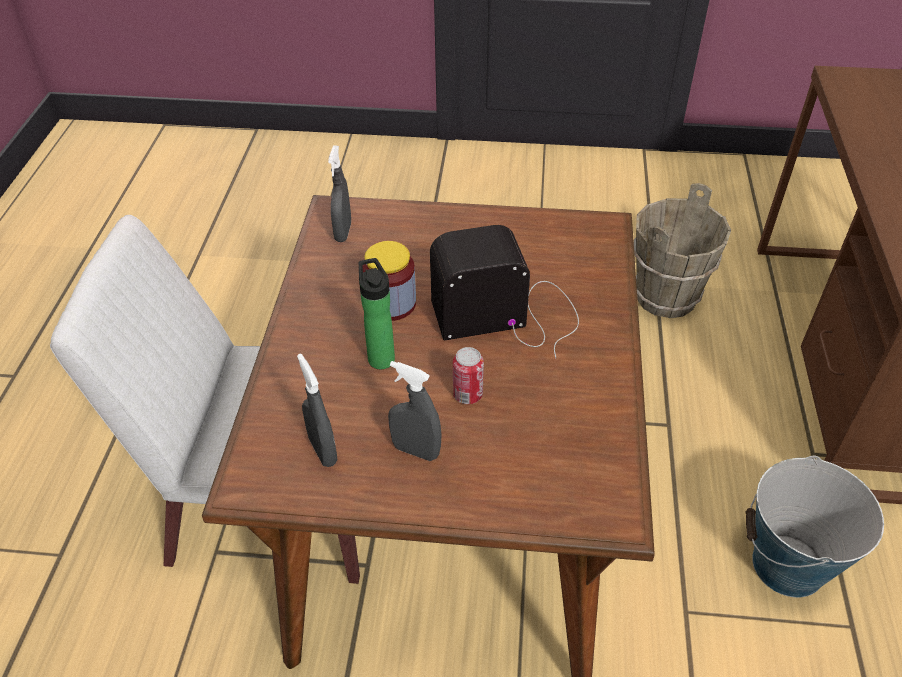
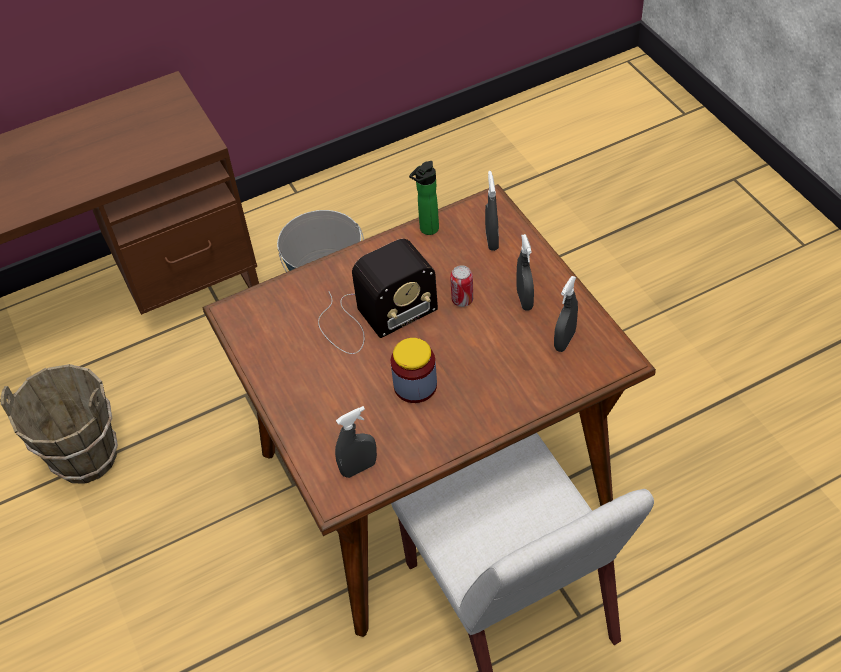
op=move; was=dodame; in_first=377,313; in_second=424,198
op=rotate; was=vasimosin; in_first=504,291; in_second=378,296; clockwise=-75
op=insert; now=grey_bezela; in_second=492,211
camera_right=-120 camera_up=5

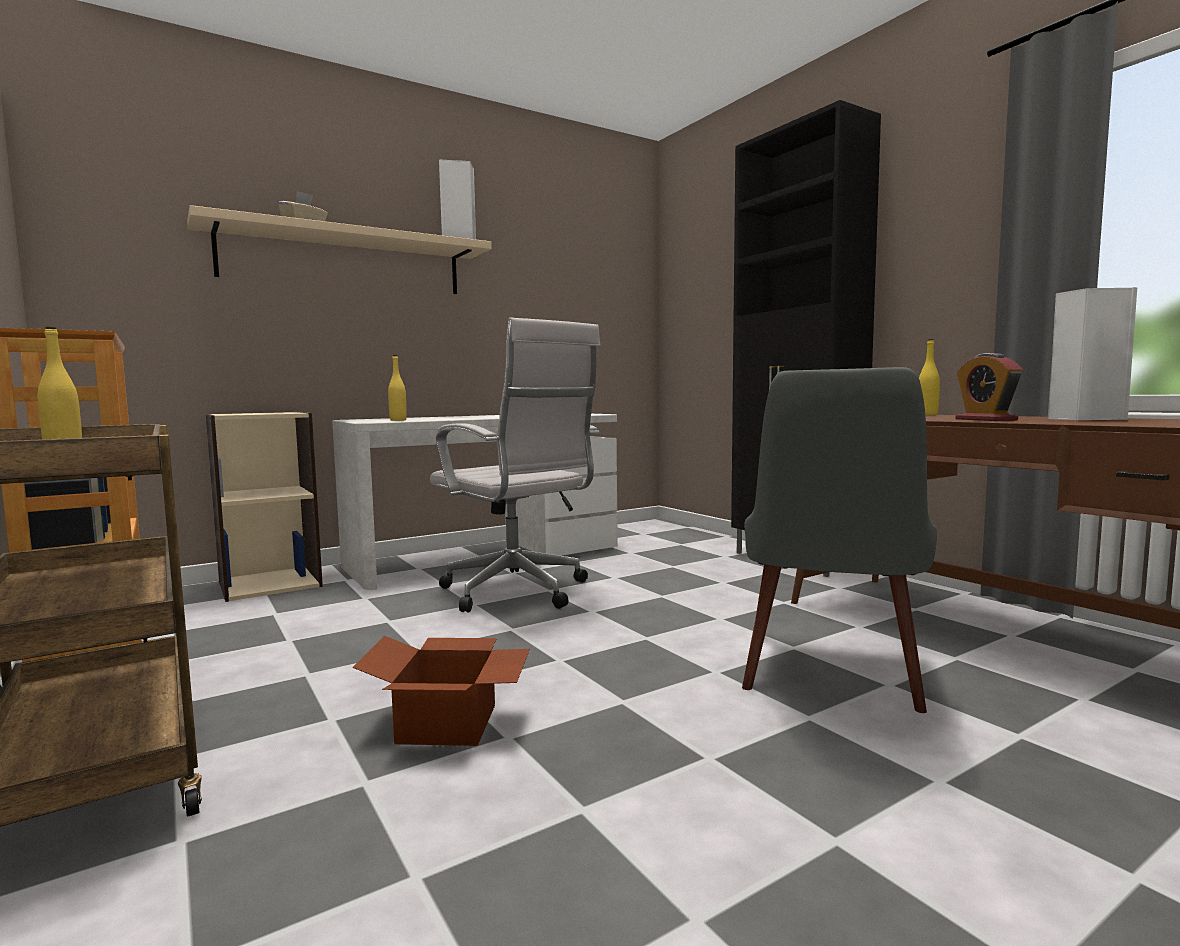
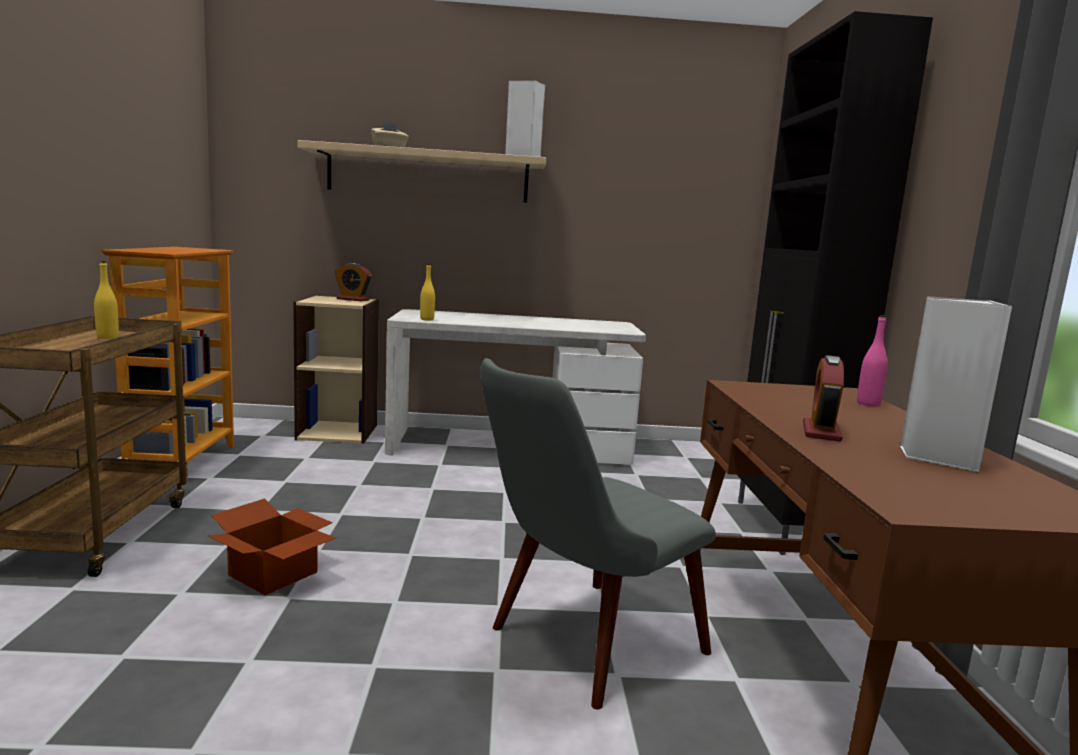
op=delete; was=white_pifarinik; in_first=515,465
op=recolor; was=yellow_dodame; now=pink_dodame; in_first=929,377; in_second=872,360
op=insert; now=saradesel; in_second=353,282
camera_right=30 camera_up=5

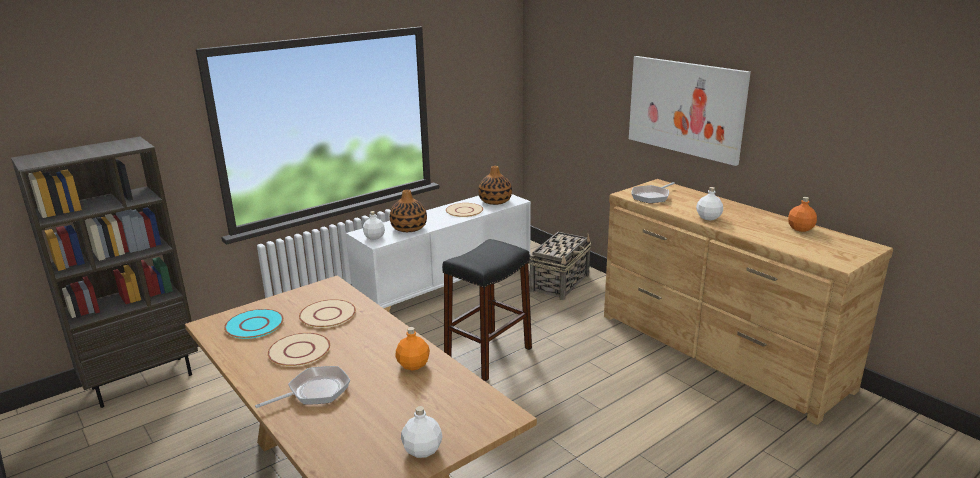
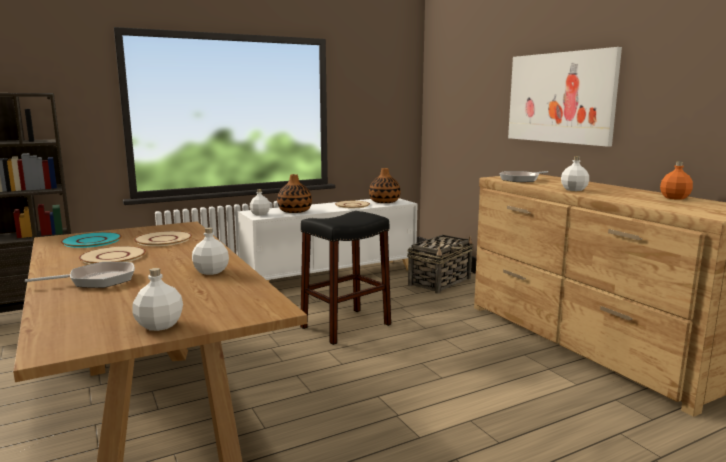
op=recolor; was=orange_dodame; now=white_dodame; in_first=412,348; in_second=210,251
camera_right=10 camera_up=-10

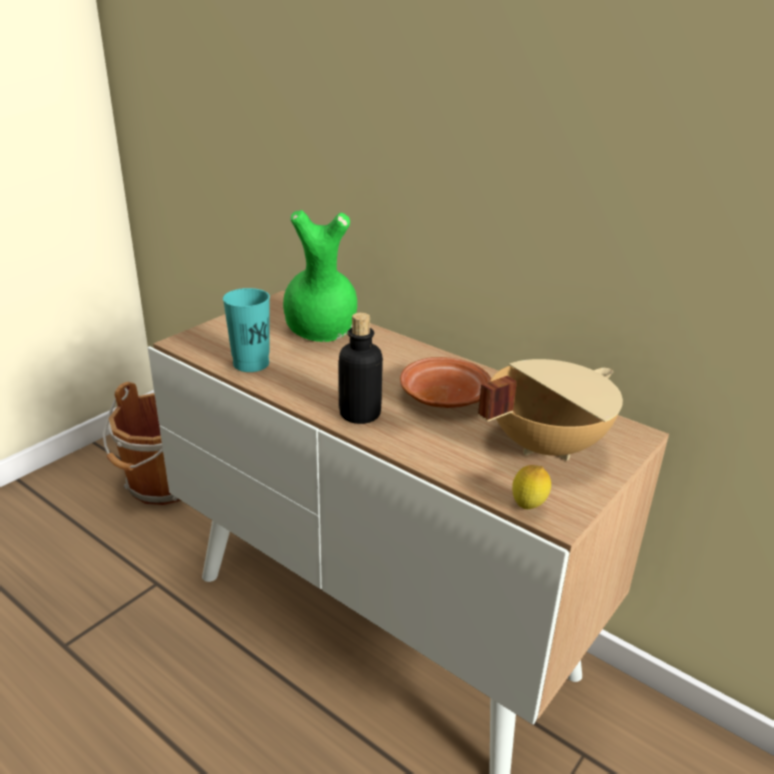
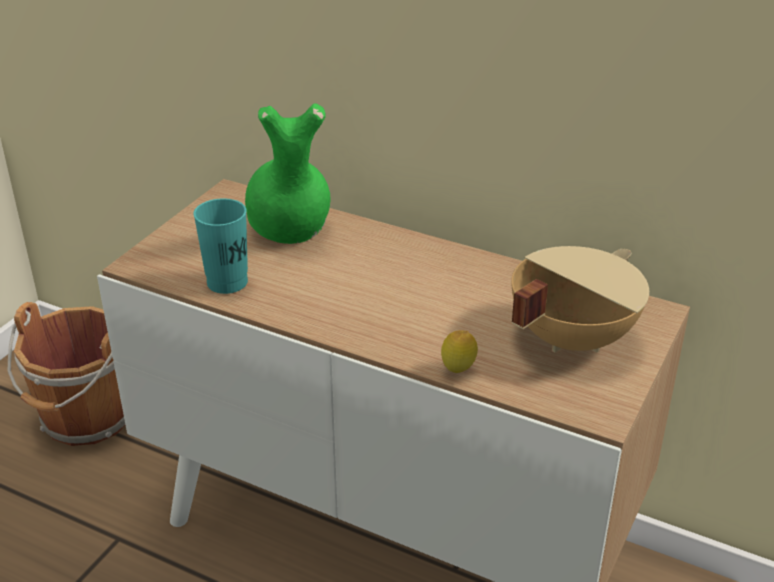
op=delete; was=dodame; in_first=360,368
op=delete; was=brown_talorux; in_first=445,382
op=move; was=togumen; in_first=531,487; in_second=459,351
camera_right=-10 camera_up=5

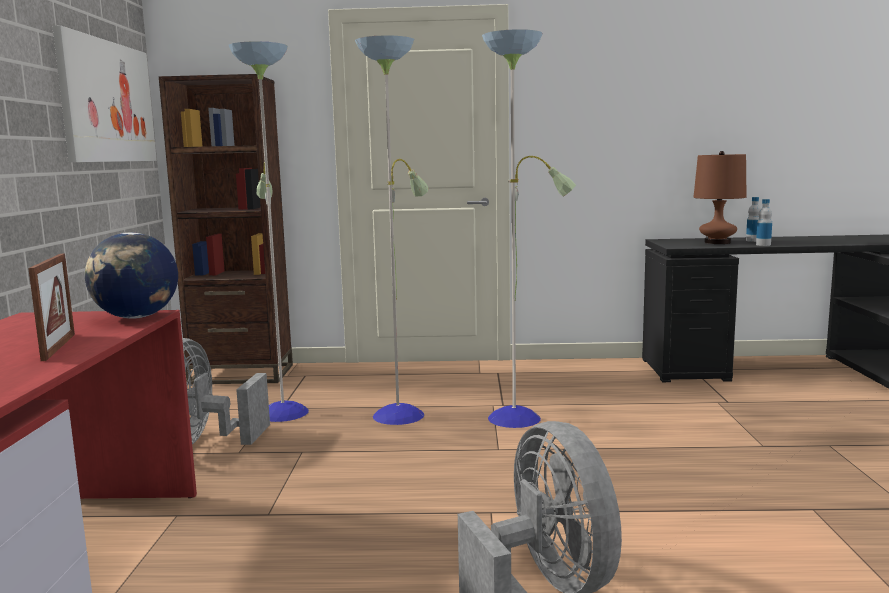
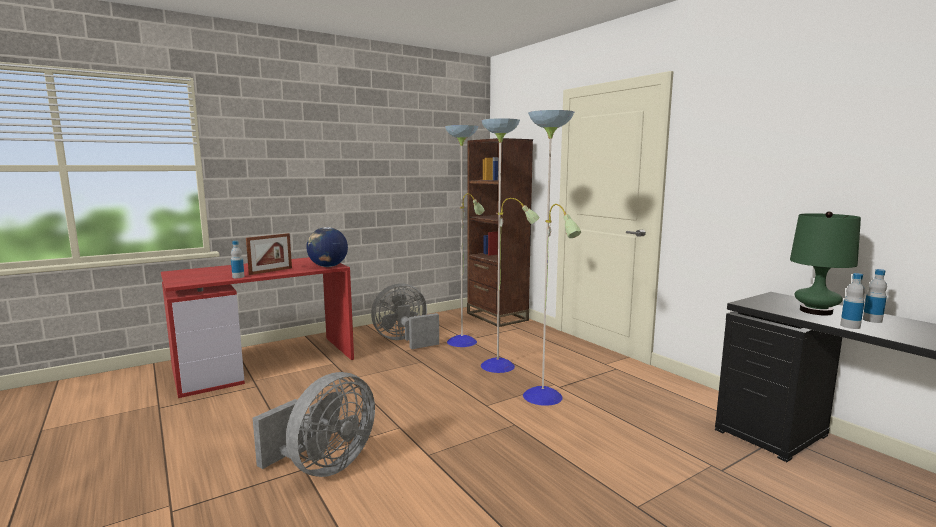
op=delete; was=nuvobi; in_first=104,93
op=recolor; was=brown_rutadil; now=green_rutadil; in_first=720,197; in_second=825,263
op=insert; now=dodame; in_second=238,259
camera_right=55 camera_up=0

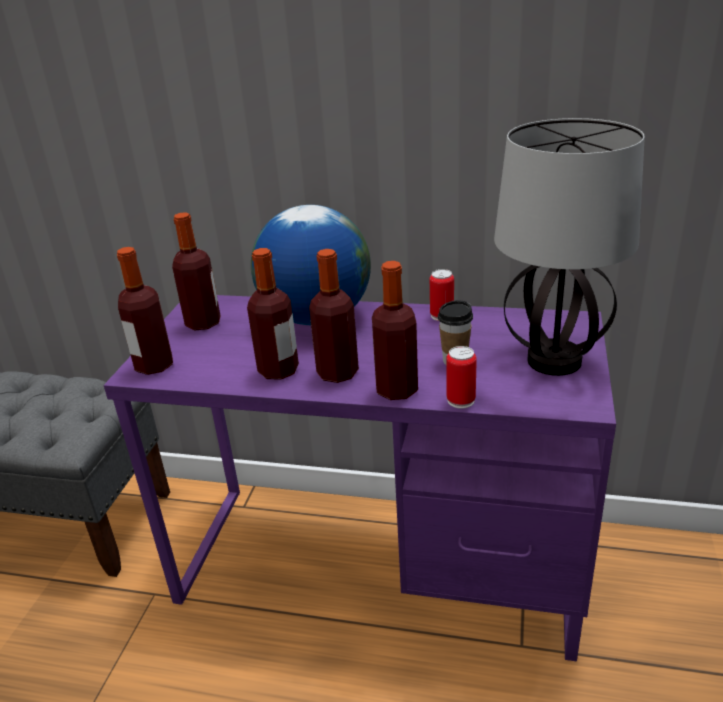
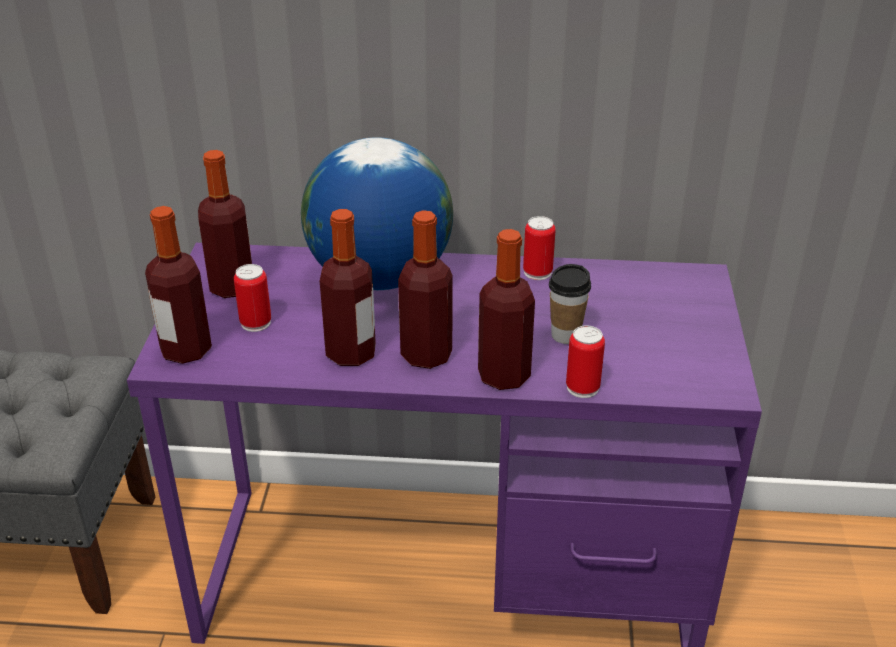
op=delete; was=rutadil; in_first=569,247
op=insert; now=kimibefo; in_second=252,298
camera_right=-10 camera_up=5

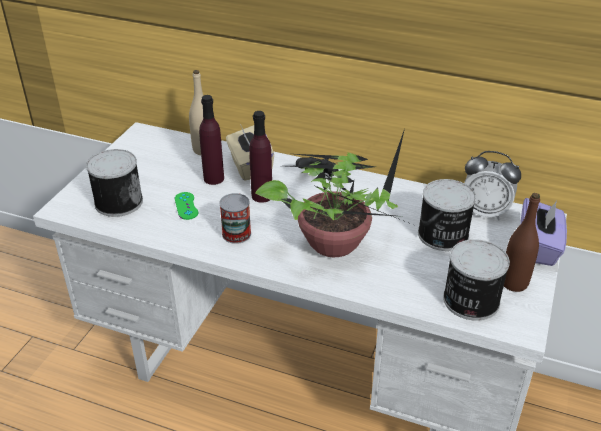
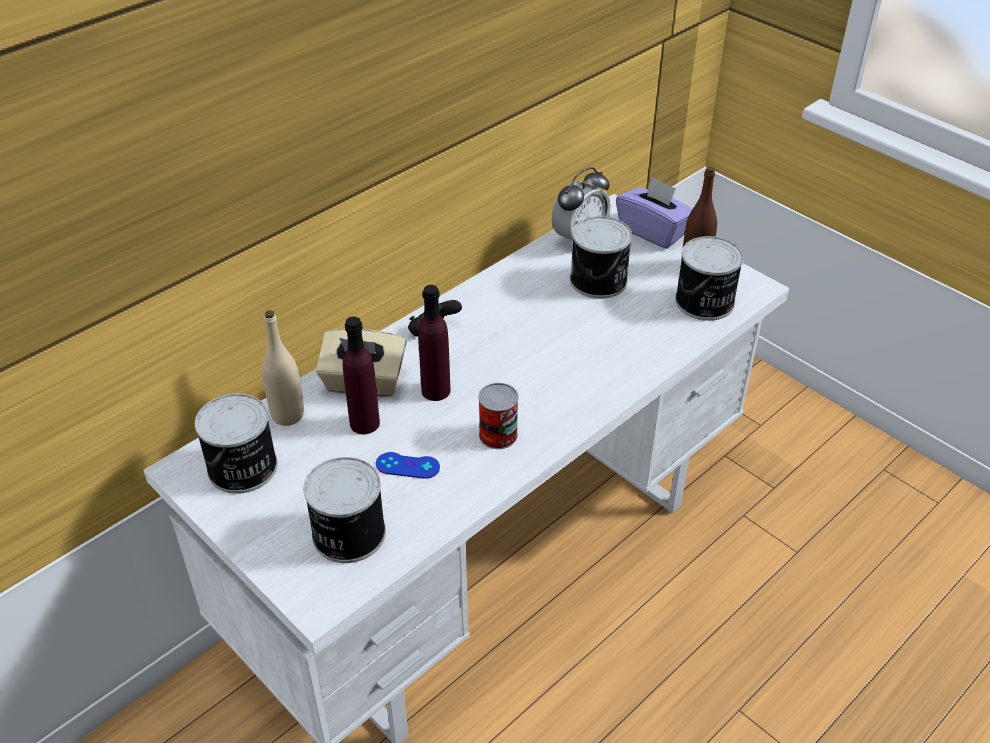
op=recolor; was=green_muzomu; now=blue_muzomu; in_first=186,206; in_second=408,465
op=delete; was=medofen; in_first=330,193
op=insert; now=kimibefo; in_second=236,444
camera_right=-65 camera_up=5

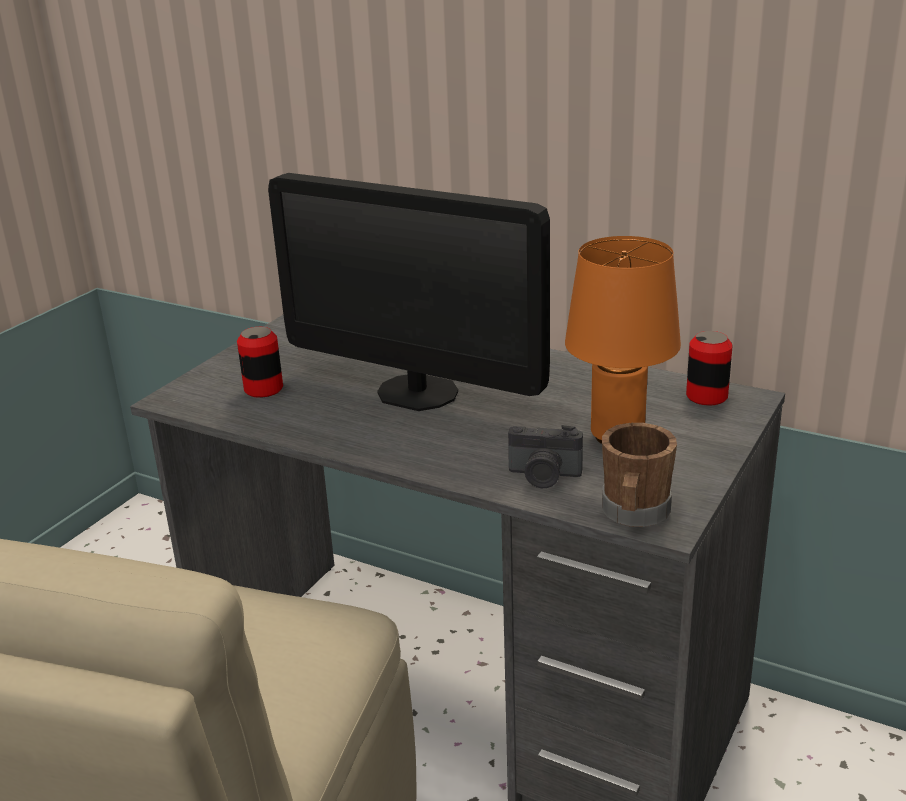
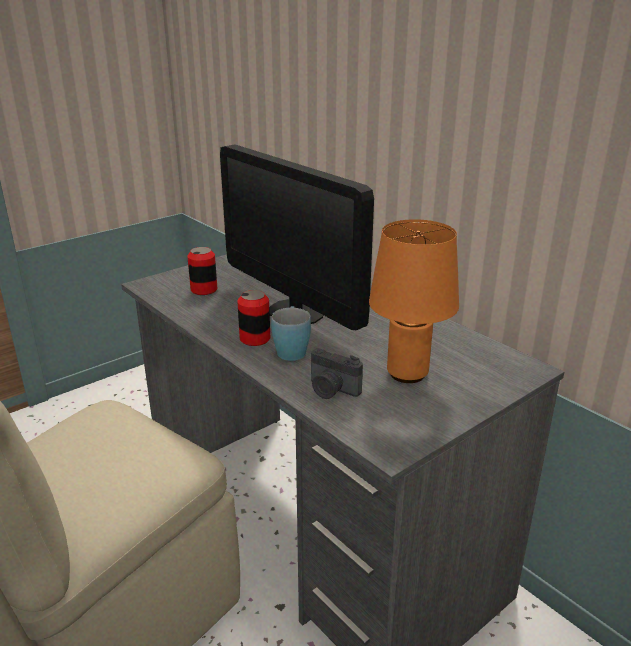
op=delete; was=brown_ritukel; in_first=639,475
op=move; was=kimibefo; in_first=709,368; in_second=253,318
op=insert; now=blue_ritukel; in_second=291,333
camera_right=20 camera_up=0

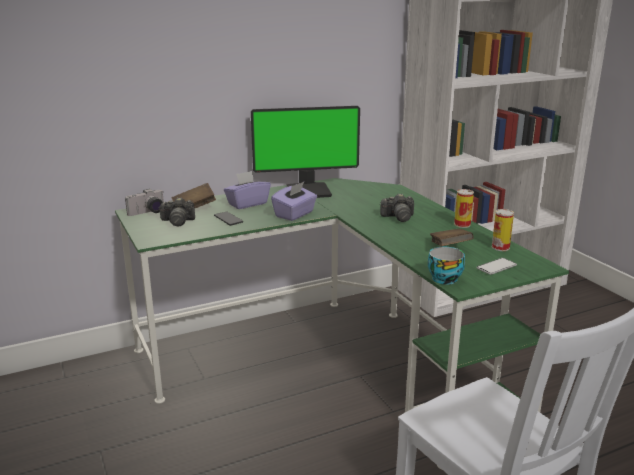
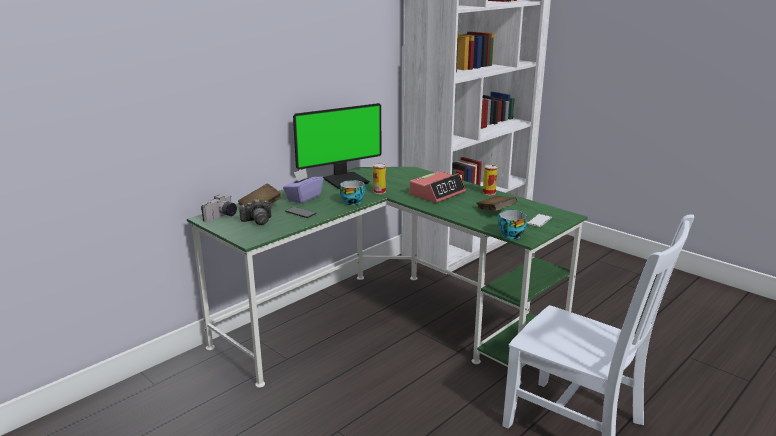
op=replace; was=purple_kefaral; now=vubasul; in_first=294,201; in_second=353,192
op=replace; was=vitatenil; now=saradesel; in_first=397,207; in_second=437,187
op=move; was=kimibefo; in_first=503,230; in_second=379,178
camera_right=-20 camera_up=0

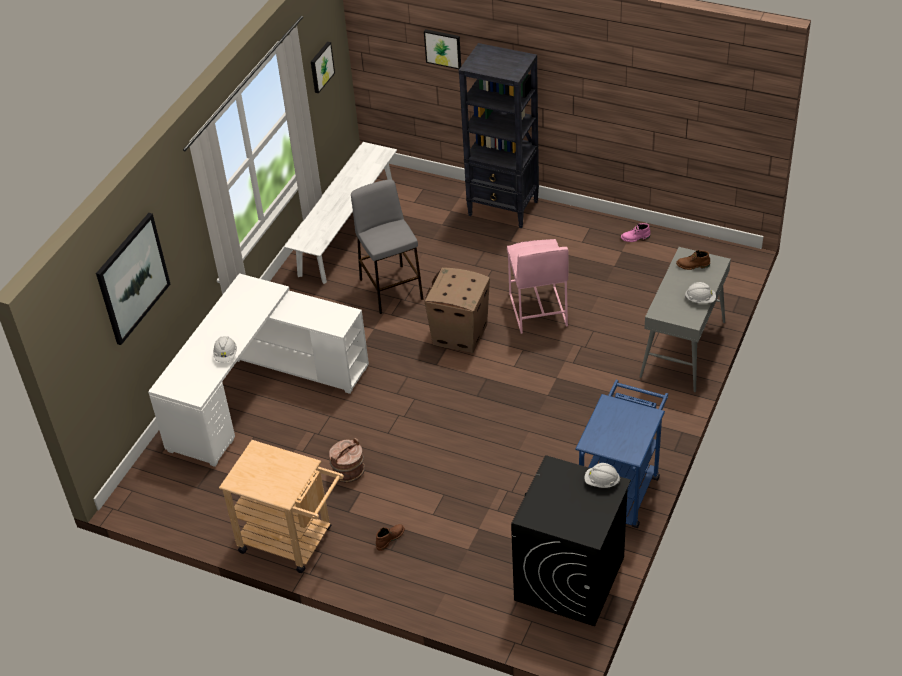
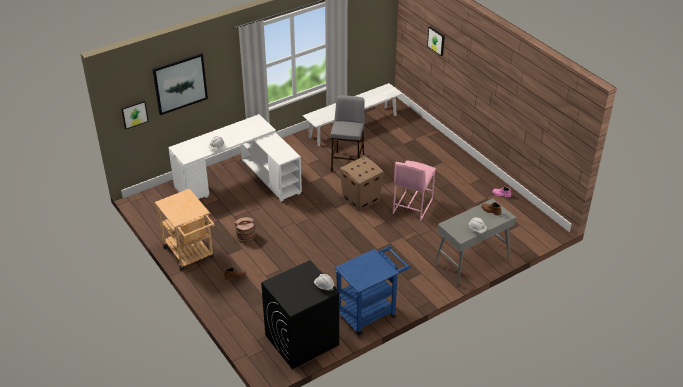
op=move; was=nuvobi; in_first=323,67; in_second=135,114
op=delete; was=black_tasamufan; in_first=499,135
camera_right=30 camera_up=-5

